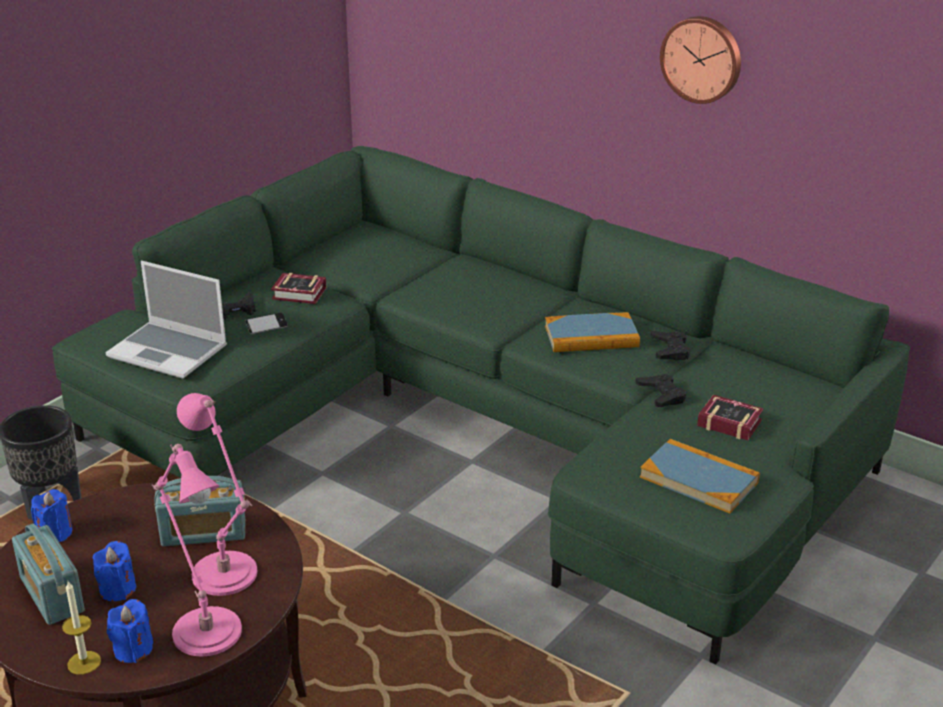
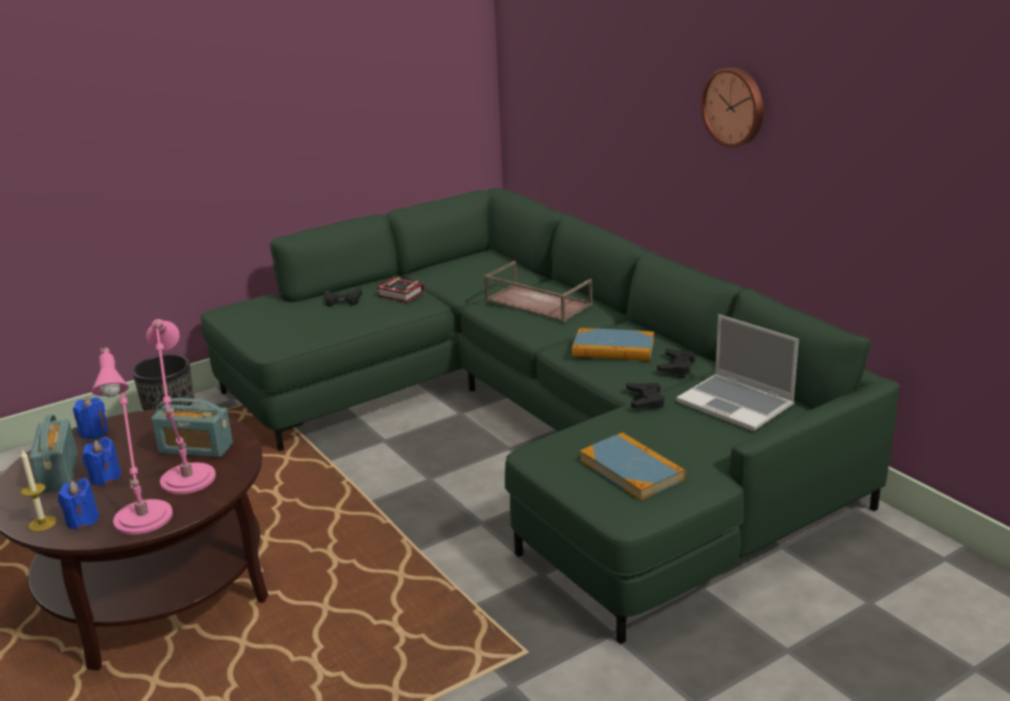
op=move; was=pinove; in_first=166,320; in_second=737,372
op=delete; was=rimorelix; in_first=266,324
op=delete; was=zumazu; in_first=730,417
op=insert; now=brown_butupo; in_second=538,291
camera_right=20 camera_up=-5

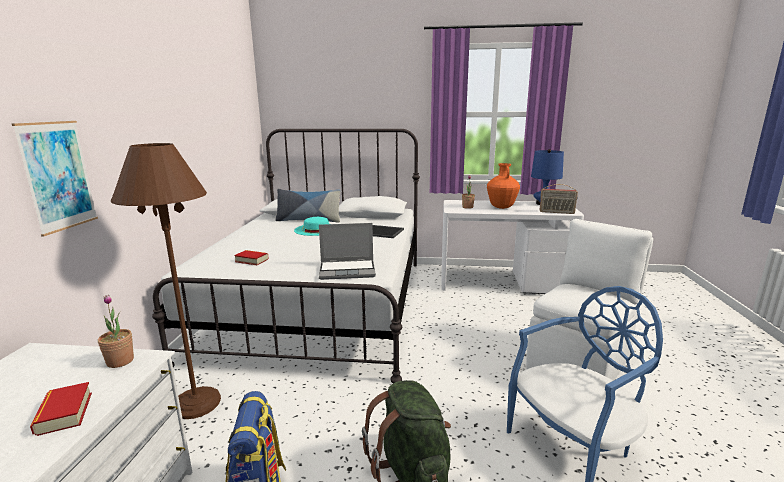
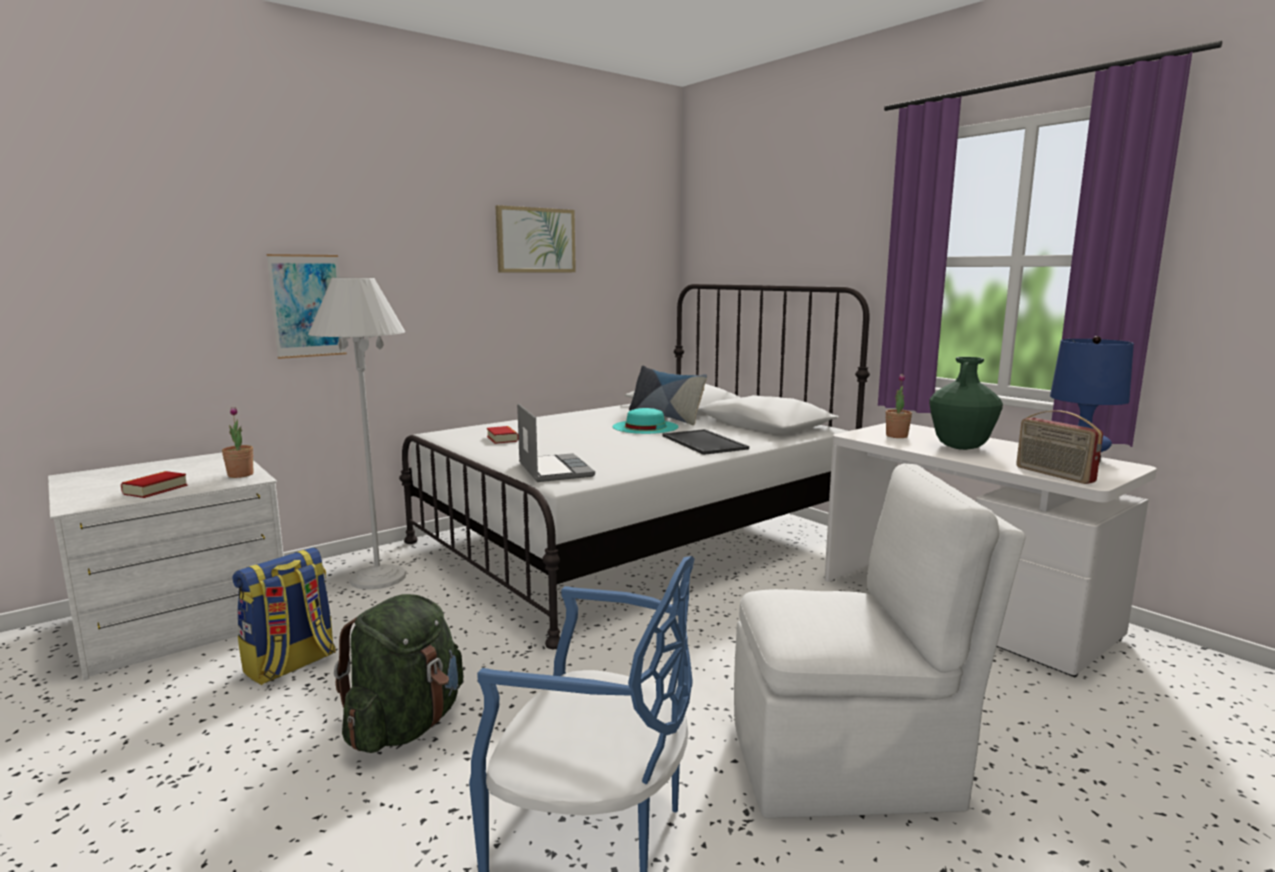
op=recolor; was=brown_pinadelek; now=white_pinadelek; in_first=166,281; in_second=357,434
op=rotate; was=pinove; in_first=347,251; in_second=556,443; clockwise=-150
op=recolor; was=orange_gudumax; now=green_gudumax; in_first=503,186; in_second=966,403
op=insert; now=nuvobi; in_second=536,238
camera_right=45 camera_up=-5

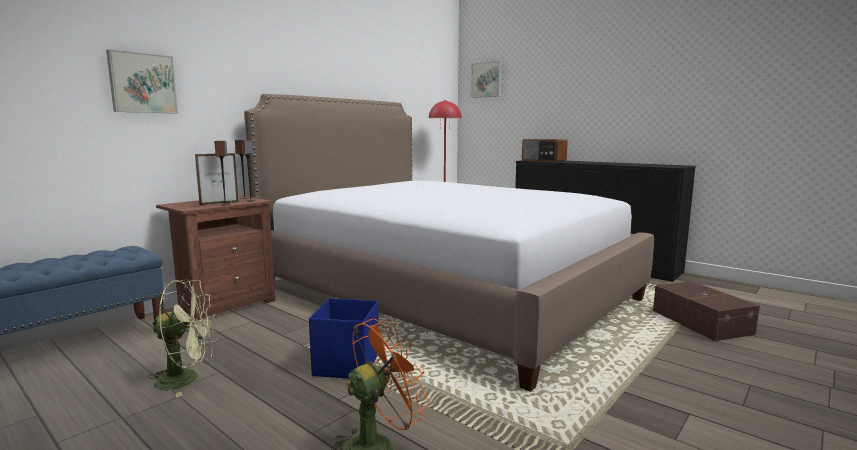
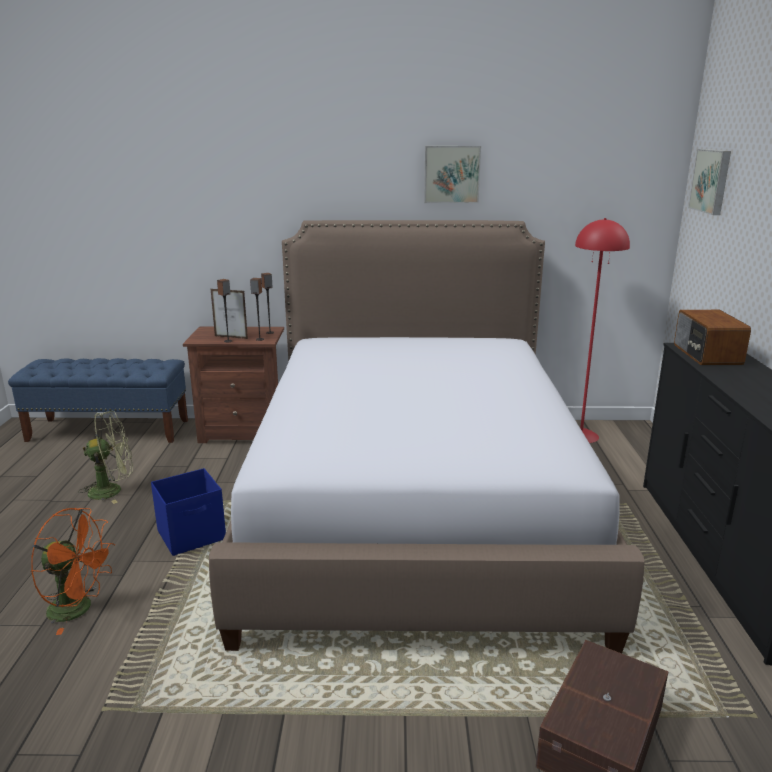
op=move; was=nuvobi; in_first=142,81; in_second=452,174
op=rotate; was=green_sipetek; in_first=182,338; in_second=105,457; clockwise=-60
camera_right=50 camera_up=10

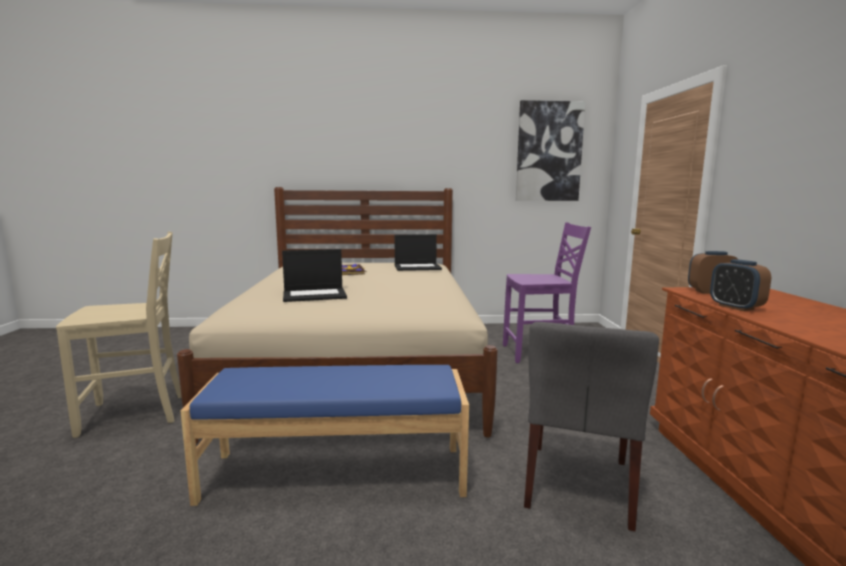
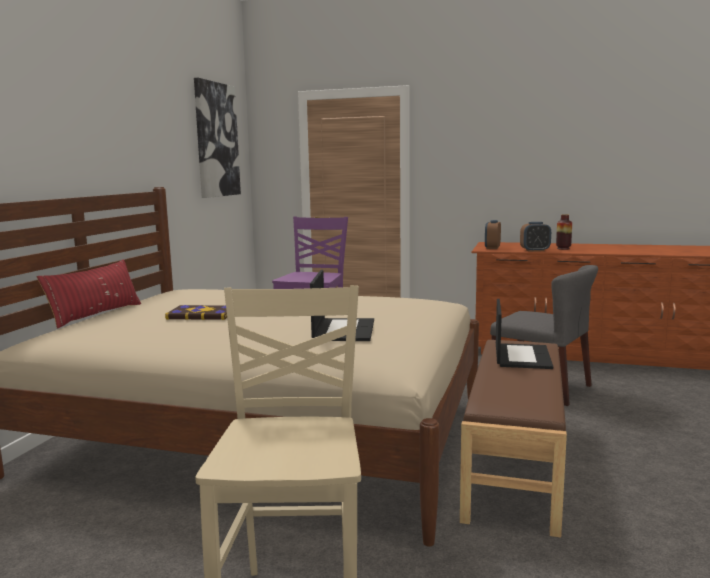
op=recolor; was=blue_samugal; now=brown_samugal; in_first=324,435; in_second=513,439
op=move; was=pinove; in_first=418,252; in_second=524,334
op=insert; now=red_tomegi; in_second=89,294
op=insert; now=gudumax; in_second=564,232
camera_right=-70 camera_up=0

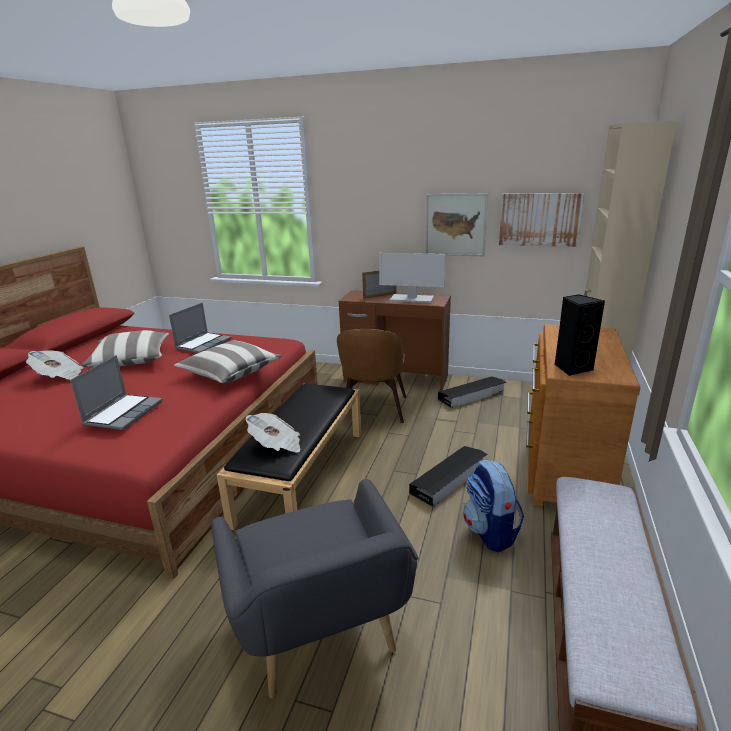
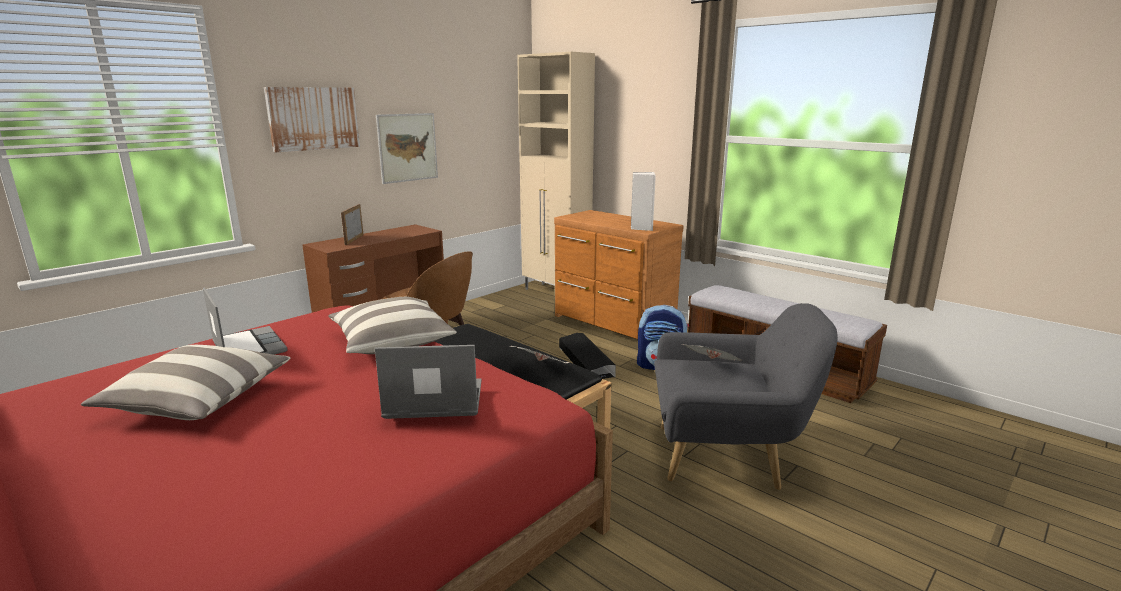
op=move; was=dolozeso; in_first=54,365; in_second=712,352
op=rotate; was=pinove; in_first=116,392; in_second=428,382; clockwise=-45
op=delete; was=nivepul; in_first=412,278
op=delete; was=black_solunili; in_first=472,392
op=move; was=nuvobi; in_first=542,220; in_second=312,119
op=recolor; was=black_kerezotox; now=white_kerezotox; in_first=580,335; in_second=643,201
camera_right=-65 camera_up=-5

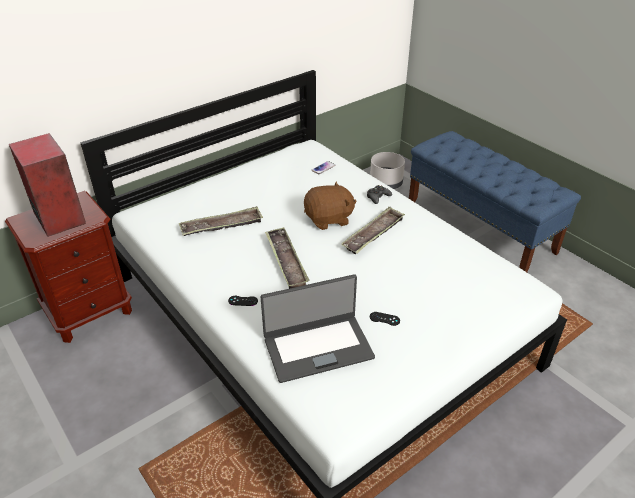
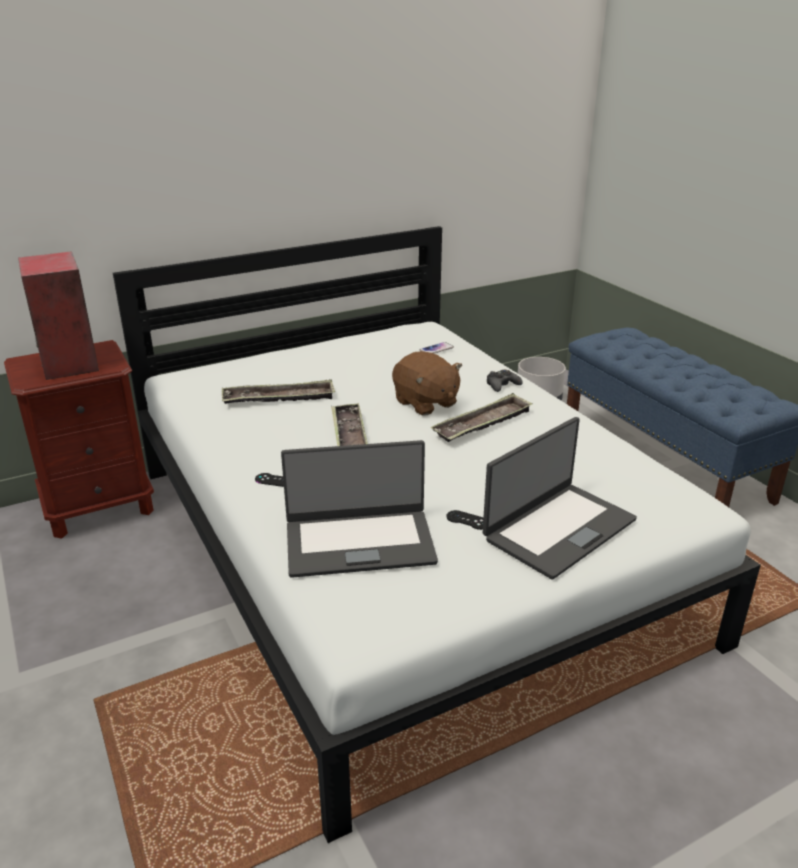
op=rotate; was=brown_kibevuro; in_first=330,205; in_second=427,383; clockwise=60
op=insert; now=pinove; in_second=560,498
camera_right=10 camera_up=-10

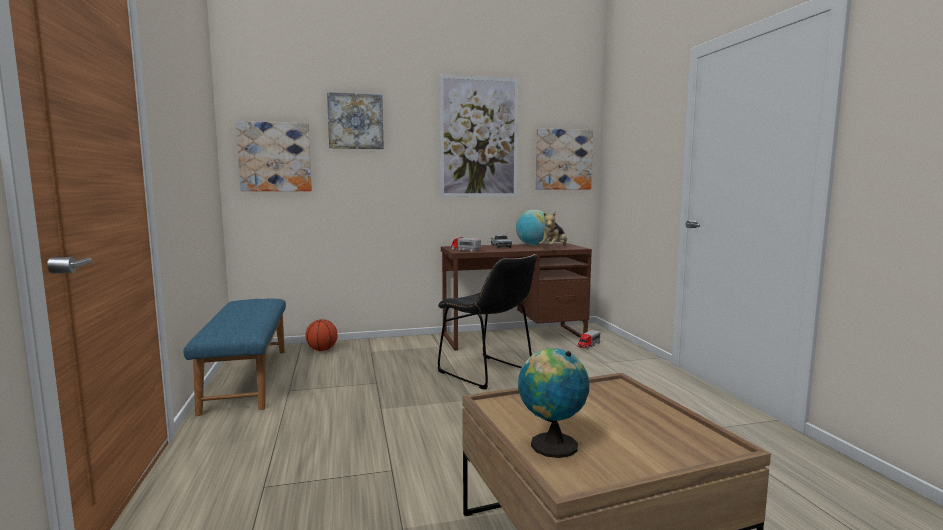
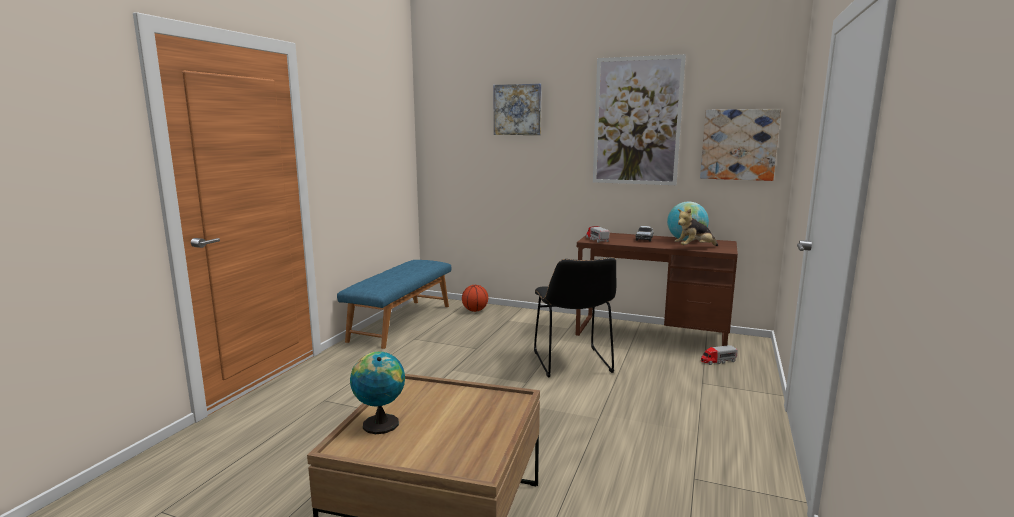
op=delete; was=nuvobi; in_first=274,156
camera_right=35 camera_up=5

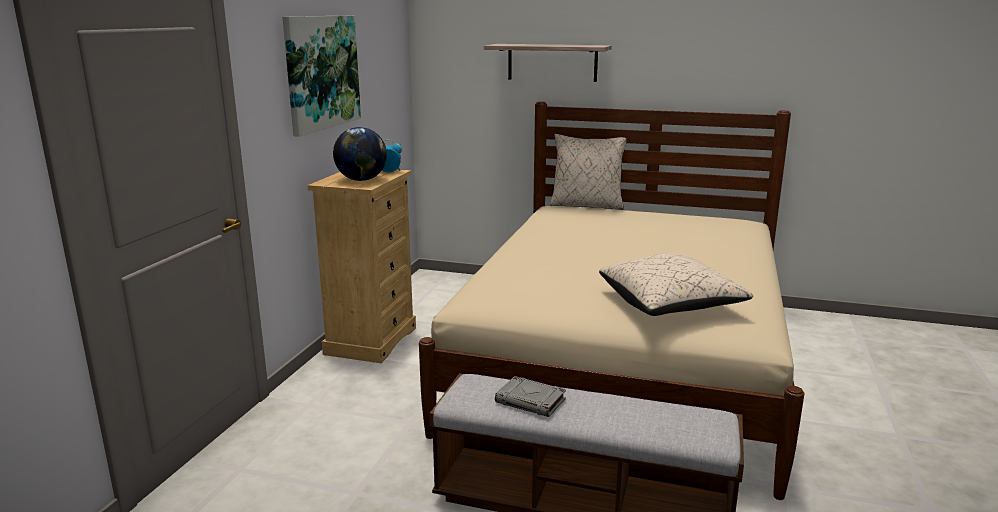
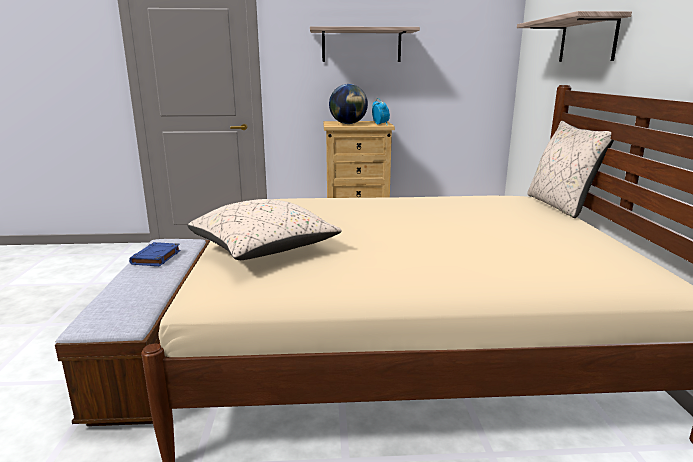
op=replace; was=nuvobi; now=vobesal; in_first=322,76; in_second=365,44
op=recolor; was=grey_zumazu; now=blue_zumazu; in_first=530,396; in_second=155,254
camera_right=70 camera_up=0

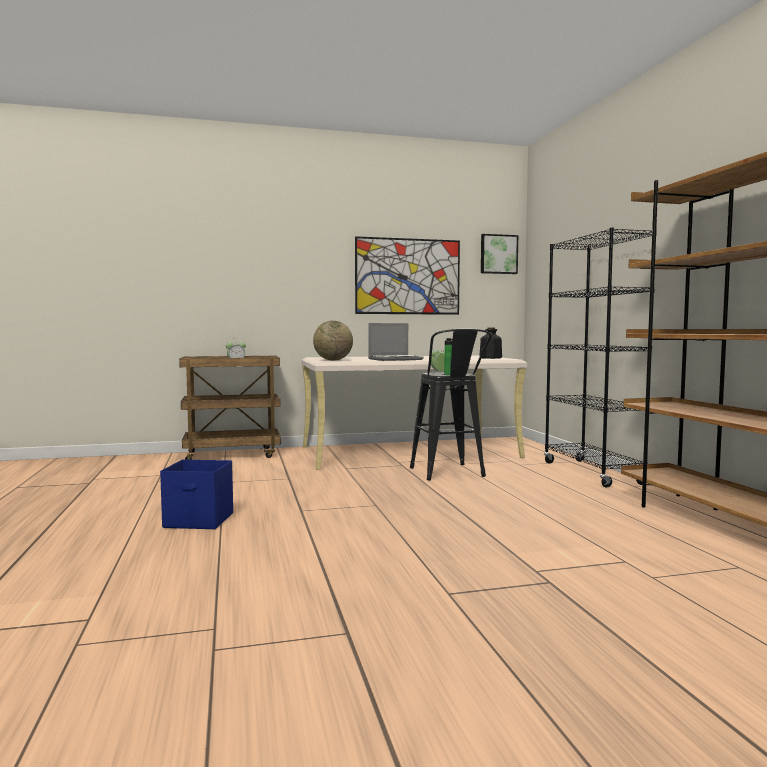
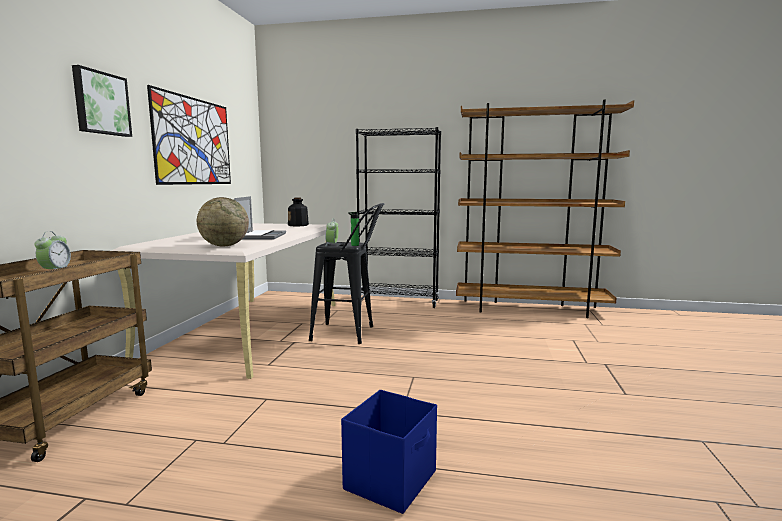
op=move; was=nuvobi; in_first=499,254; in_second=102,101
camera_right=-65 camera_up=5

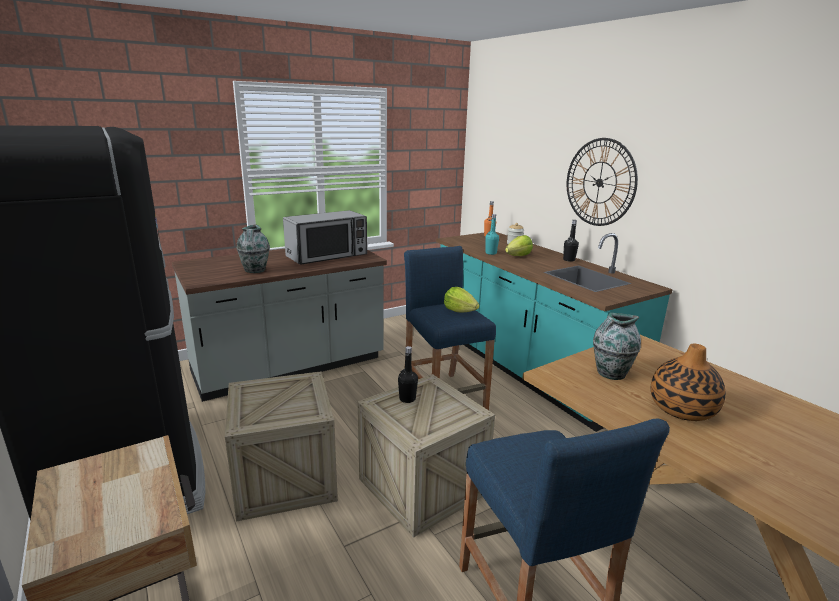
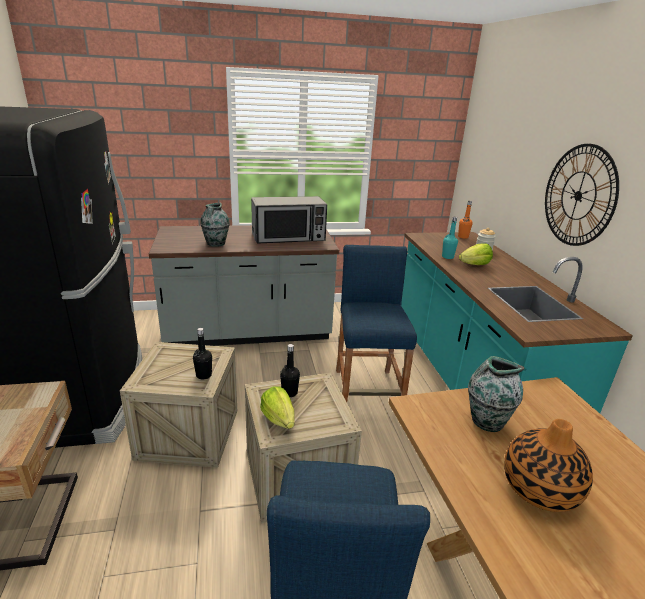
op=move; was=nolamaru; in_first=462,299; in_second=277,407
op=move; was=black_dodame; in_first=571,241; in_second=202,354
camera_right=20 camera_up=5

